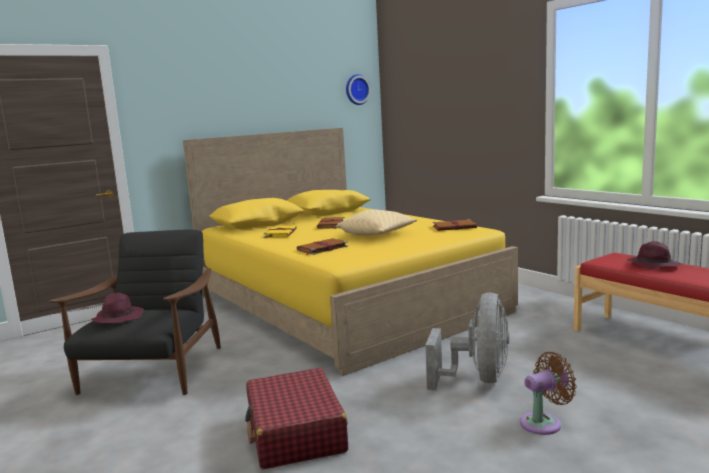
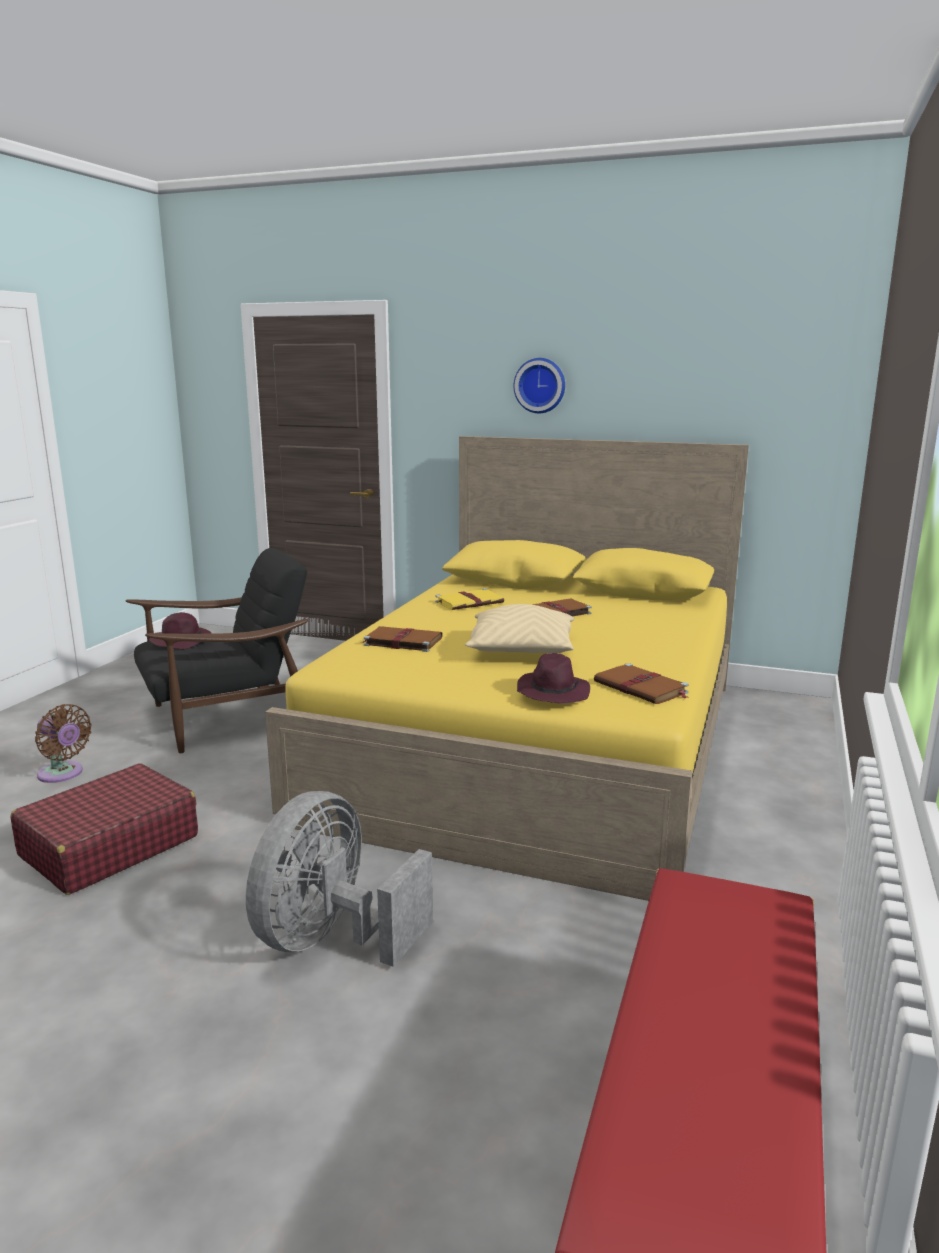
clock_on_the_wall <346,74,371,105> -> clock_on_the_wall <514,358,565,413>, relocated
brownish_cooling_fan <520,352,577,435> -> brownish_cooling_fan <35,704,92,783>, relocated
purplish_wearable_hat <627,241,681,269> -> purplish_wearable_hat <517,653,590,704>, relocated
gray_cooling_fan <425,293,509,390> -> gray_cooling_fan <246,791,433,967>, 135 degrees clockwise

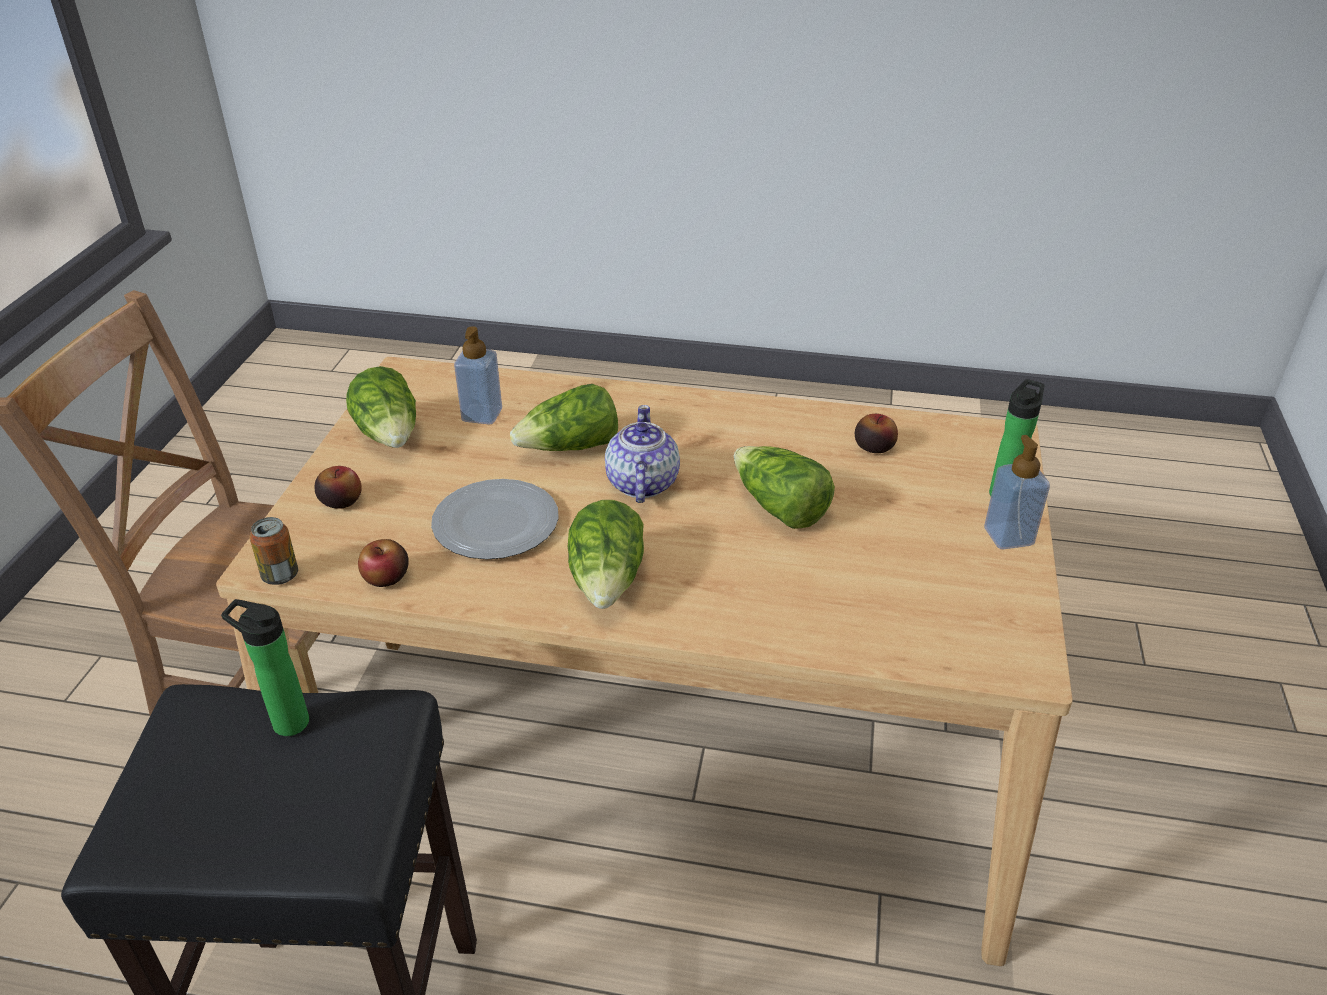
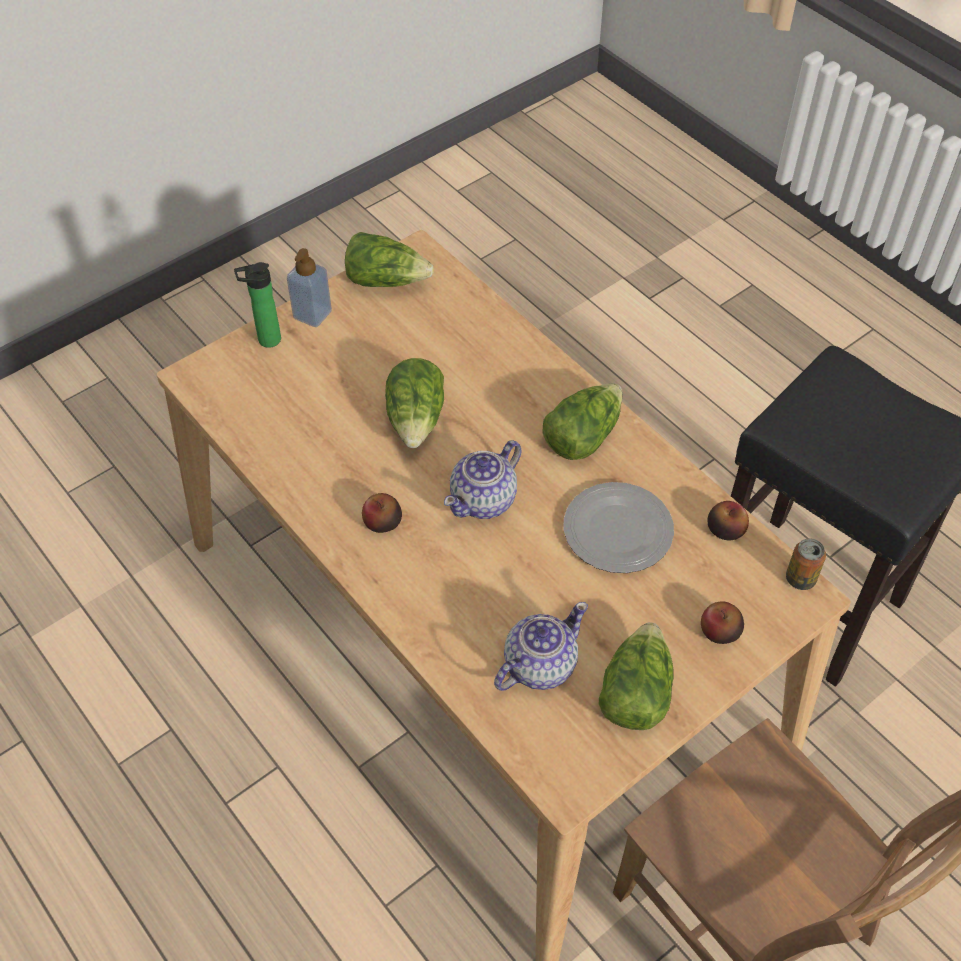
drink_bottle <221,599,309,736> -> none
head_of_lettuce <510,384,618,451> -> head_of_lettuce <345,232,434,287>, relocated
whole_apple <855,414,898,453> -> whole_apple <362,493,402,533>, relocated
soap_bottle <454,326,502,424> -> teapot <494,602,588,691>

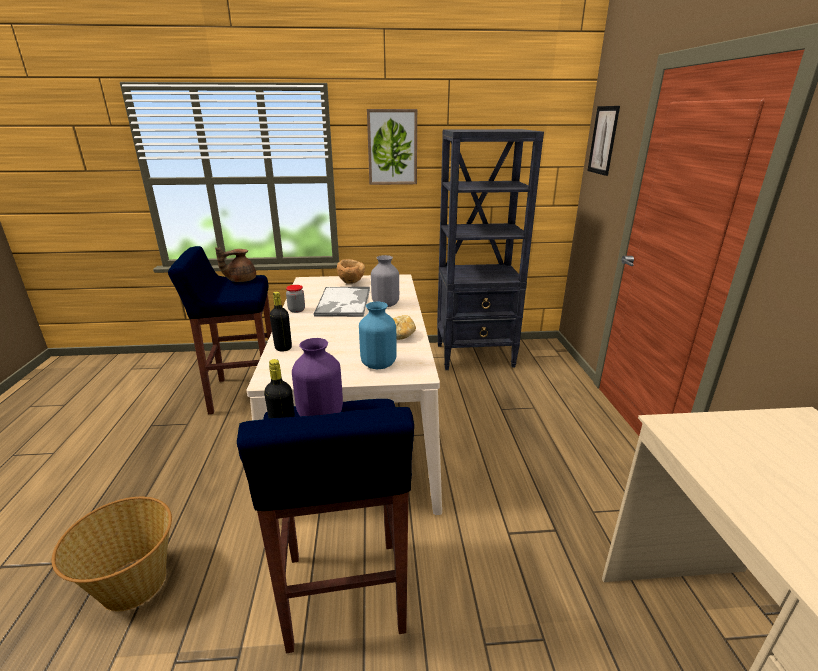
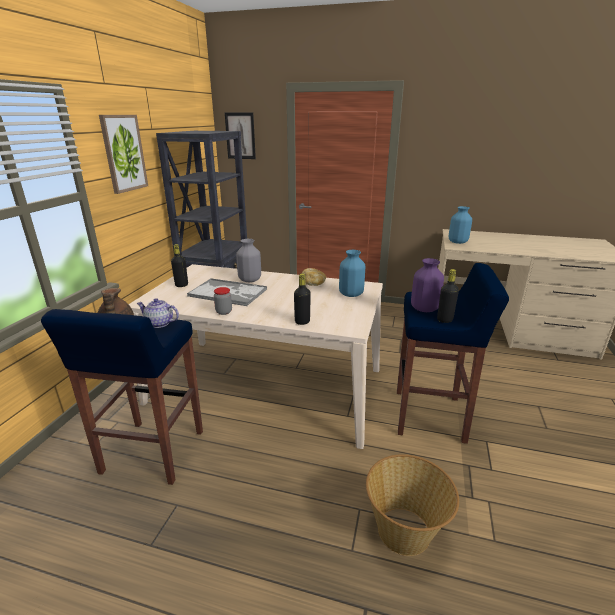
none -> teapot <137,298,179,328>
none -> bluish_decorative_vase <449,206,472,244>
brownish_bowl <337,259,365,284> -> black_drink_bottle <171,244,188,287>

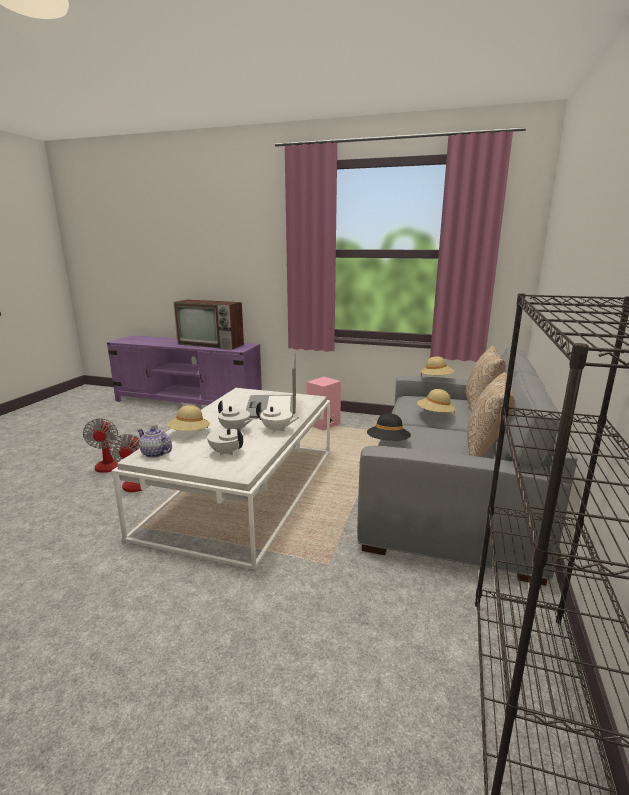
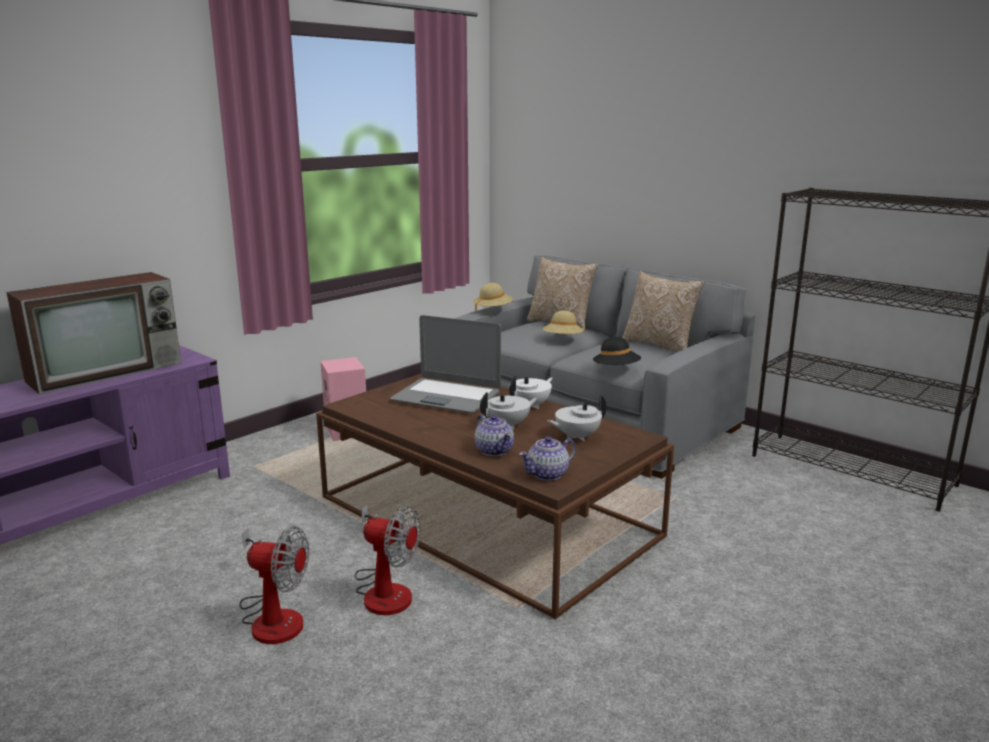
sand-coloured_wearable_hat <167,405,210,431> -> teapot <475,414,514,456>
white_low_table <112,388,330,570> -> brownish_low_table <316,374,674,620>

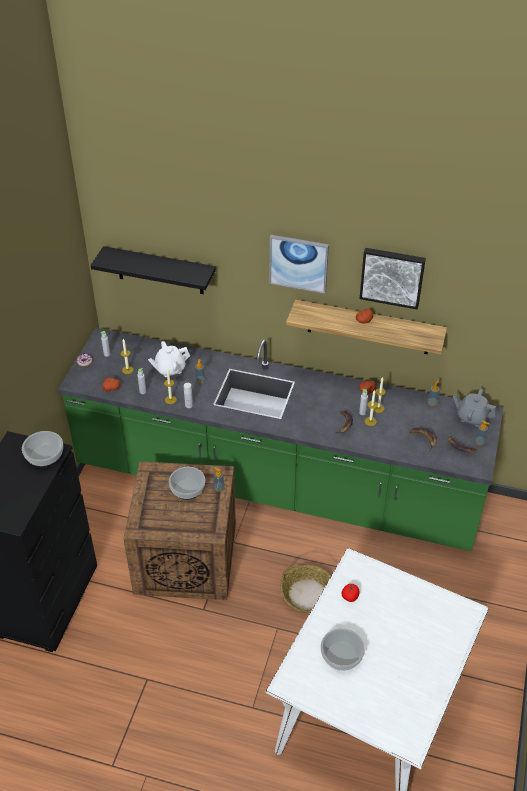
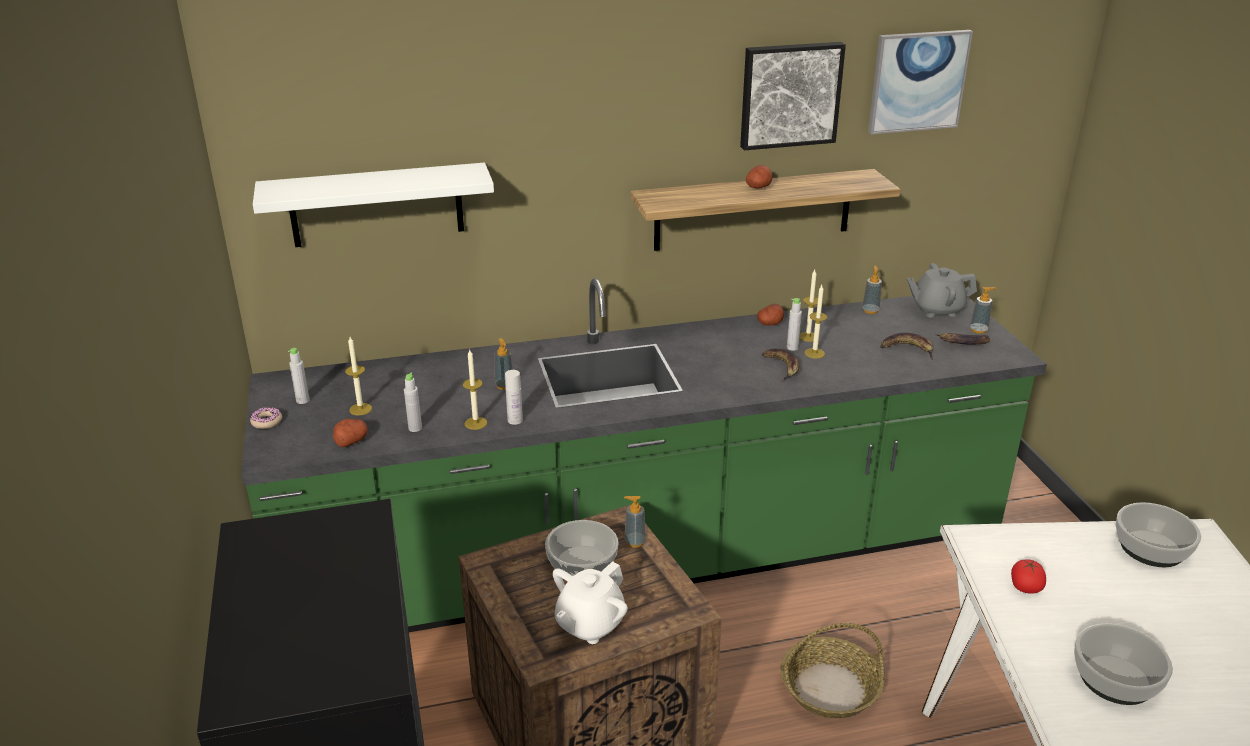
bowl <22,431,63,467> -> bowl <1116,502,1201,567>, relocated
white_teapot <148,341,190,377> -> white_teapot <553,561,628,644>, relocated
picture <269,235,329,294> -> picture <868,30,973,134>, relocated
black_wall_shelf <91,246,216,294> -> white_wall_shelf <253,163,494,247>

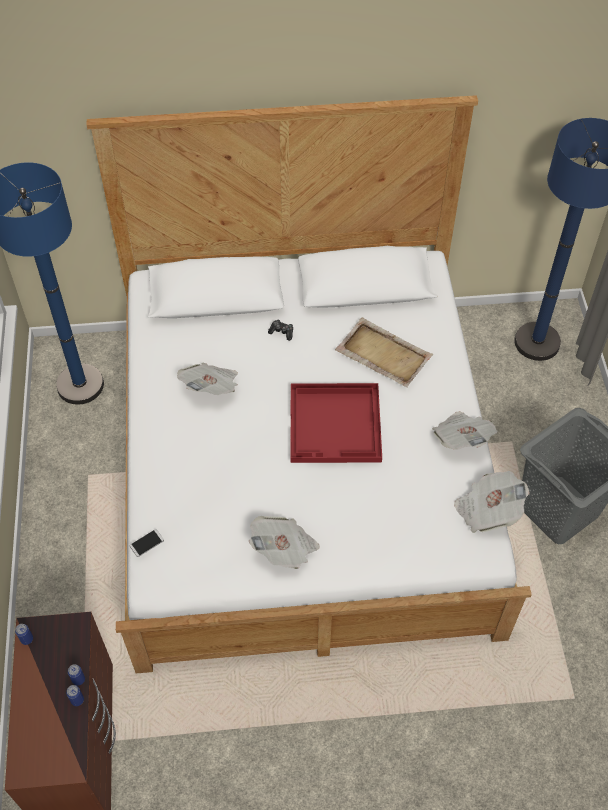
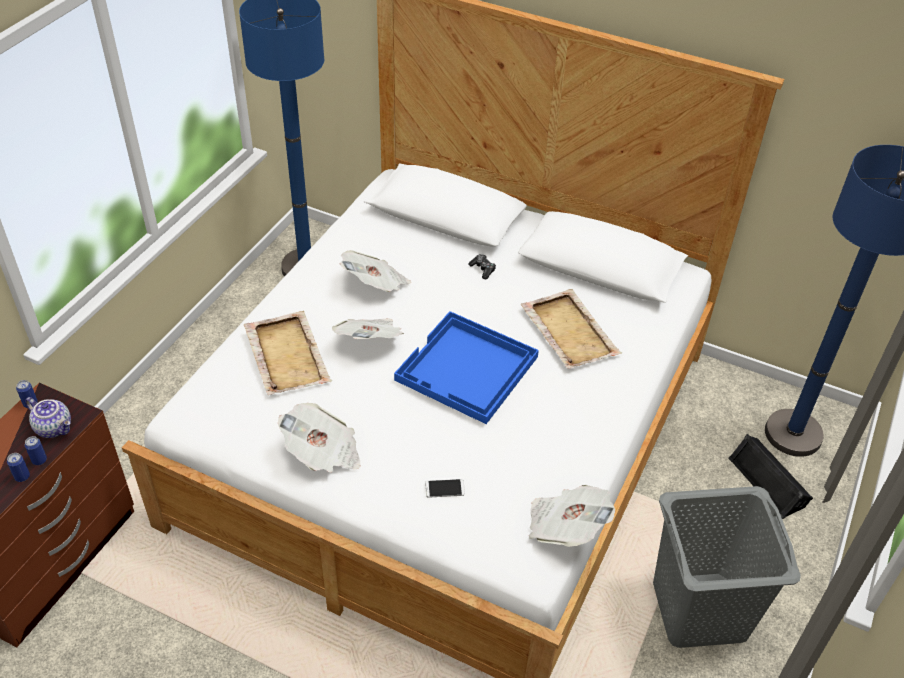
none -> teapot <25,397,71,438>
none -> sand-coloured_tray <244,311,332,395>
none -> black_speaker <728,434,813,519>
handset <130,529,164,557> -> handset <425,479,465,498>, relocated
newspaper <432,411,498,450> -> newspaper <332,318,404,339>, relocated
reddish_tray <290,383,382,463> -> bluish_tray <394,311,539,424>

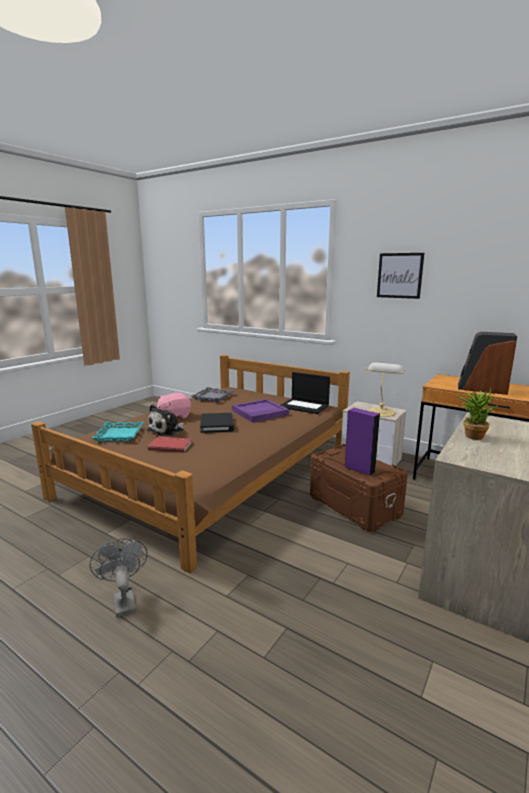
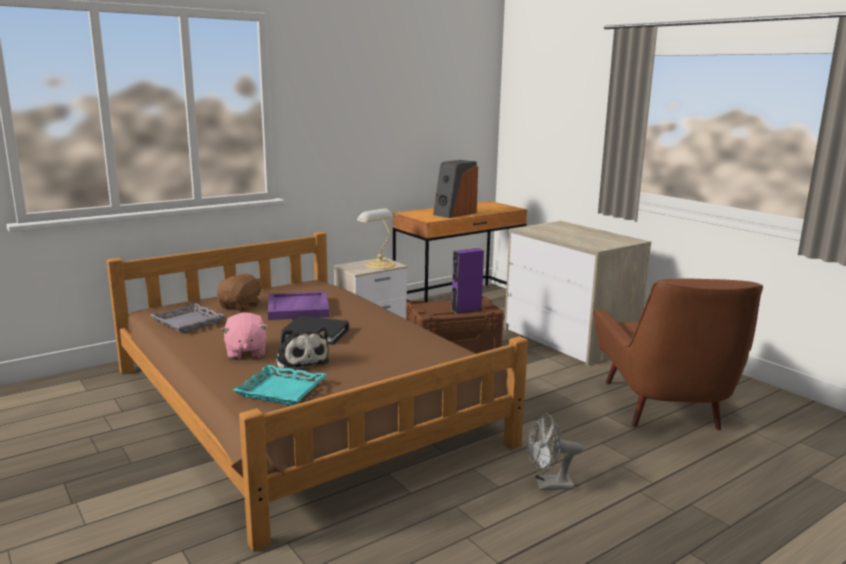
reddish_volume <148,437,192,452> -> none
laptop <281,372,330,414> -> none
picture <377,253,424,299> -> none
houseplant <456,389,498,440> -> none
none -> brownish_soft_toy <217,274,262,311>
none -> brownish_armchair <593,279,763,430>

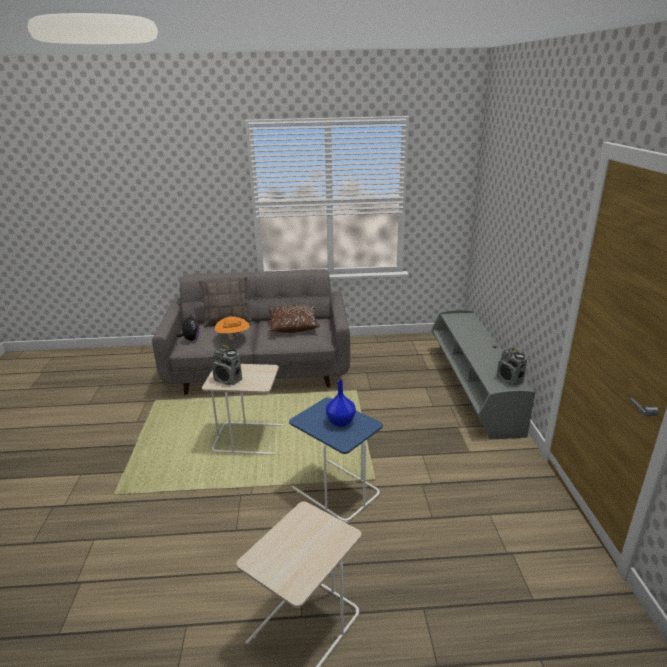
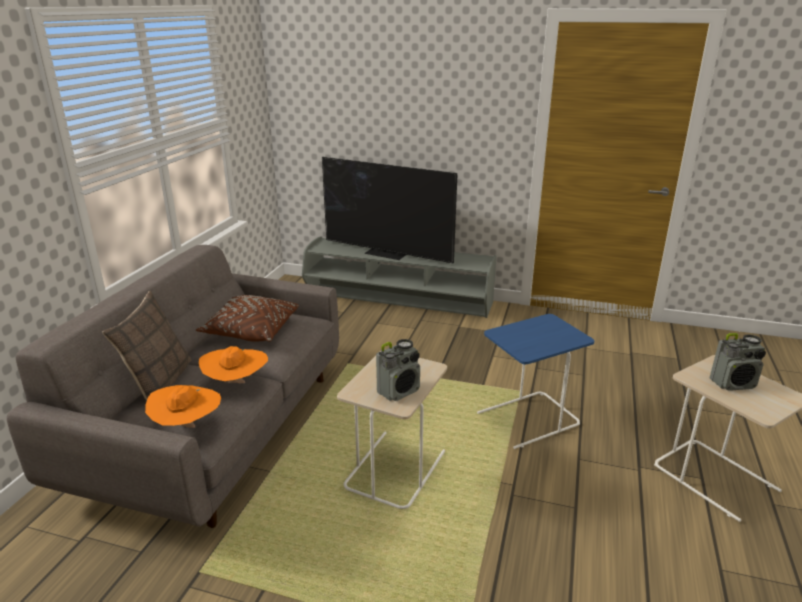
bluish_decorative_vase <326,380,356,427> -> none
none -> television <322,157,457,263>
radio_receiver <497,347,527,386> -> radio_receiver <710,333,766,391>, relocated
soft_toy <177,314,200,341> -> orangey_wearable_hat <145,385,221,428>

